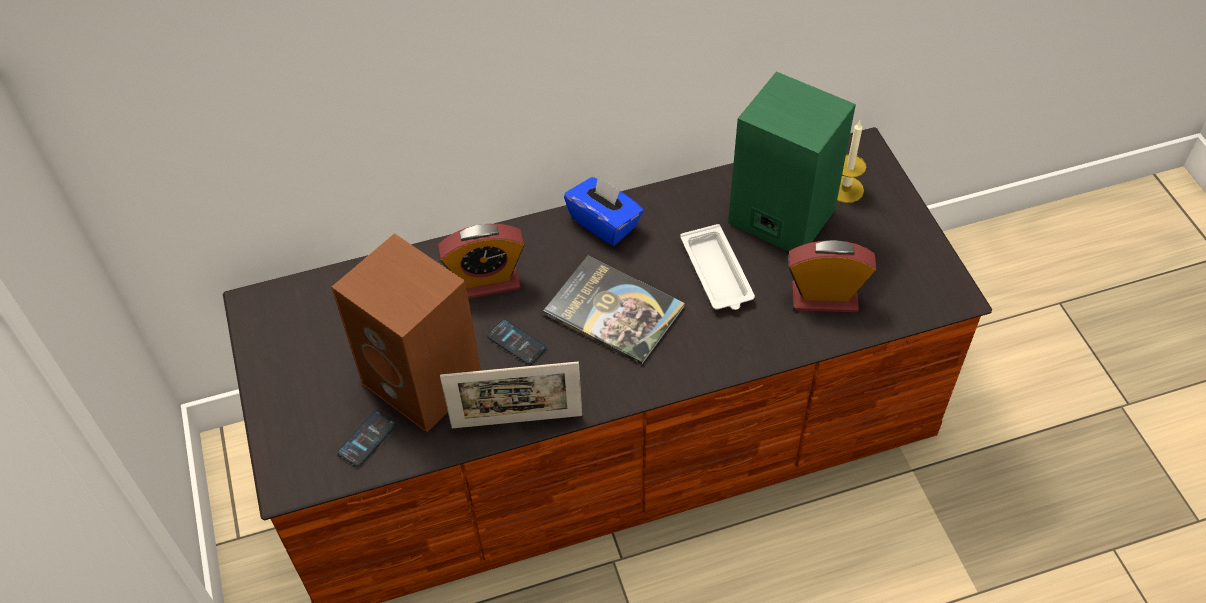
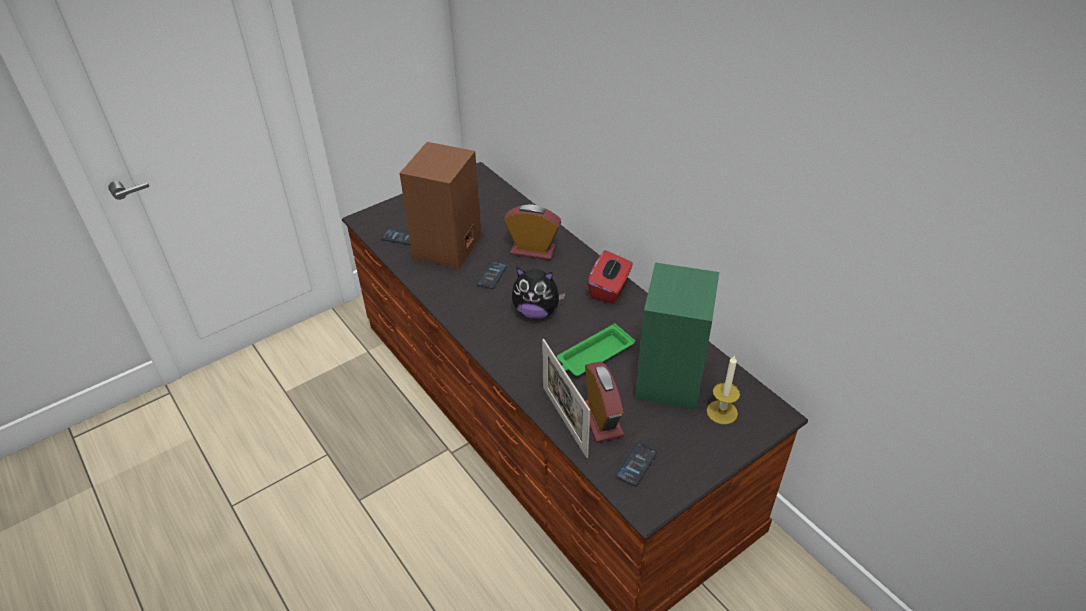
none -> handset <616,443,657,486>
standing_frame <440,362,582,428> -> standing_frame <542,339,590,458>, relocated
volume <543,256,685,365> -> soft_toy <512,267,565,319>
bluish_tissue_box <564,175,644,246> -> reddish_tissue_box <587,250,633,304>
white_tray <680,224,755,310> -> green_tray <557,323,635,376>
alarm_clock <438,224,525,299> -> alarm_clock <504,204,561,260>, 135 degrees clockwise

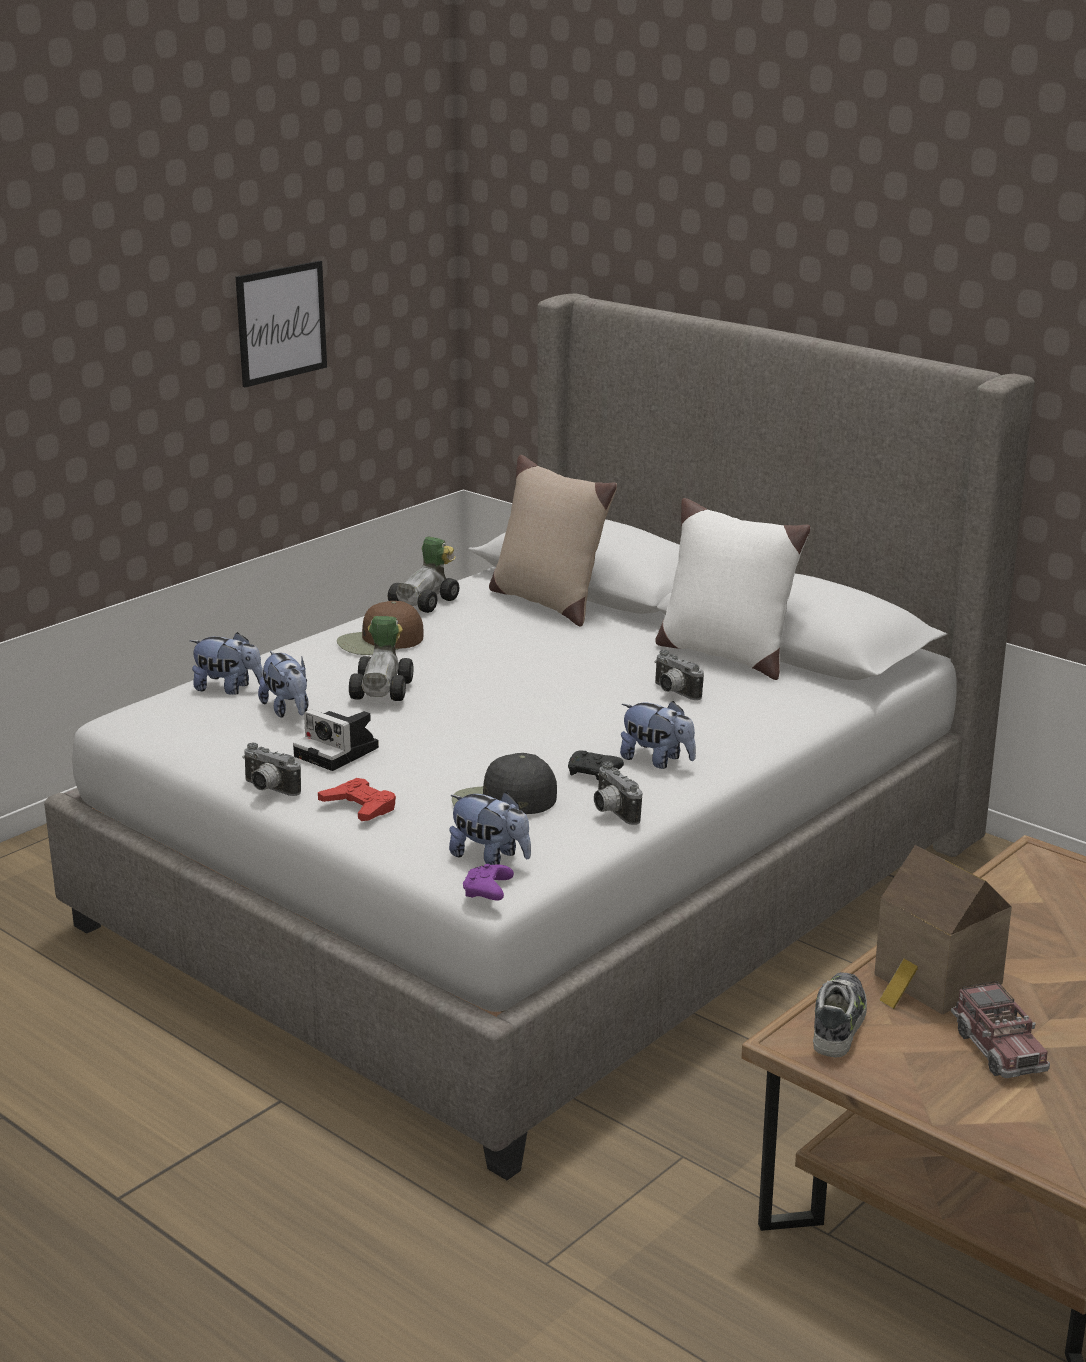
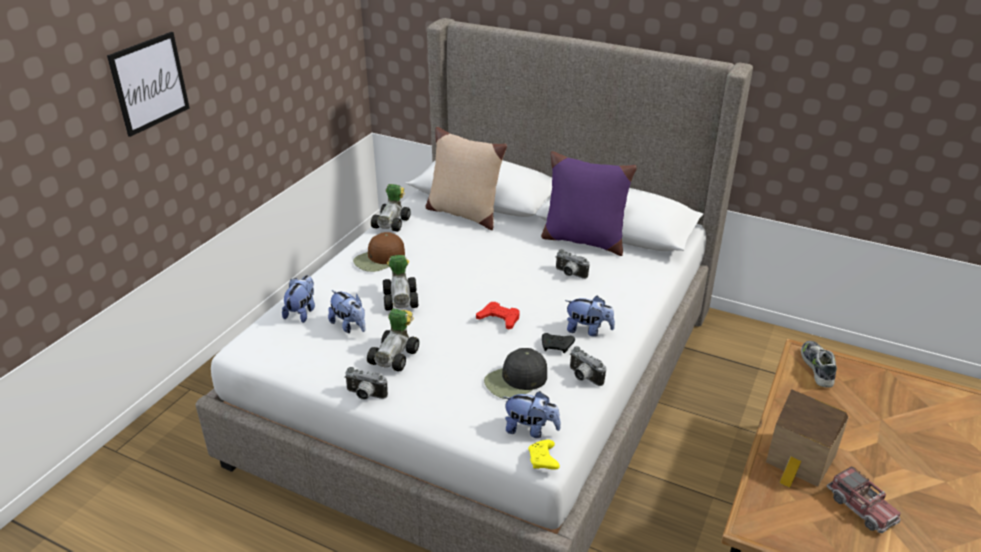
picture <236,261,327,387> -> picture <107,32,190,137>, relocated
reddish_gamepad <318,778,396,821> -> reddish_gamepad <476,302,520,329>, relocated
item_of_footwear <813,972,867,1058> -> item_of_footwear <801,341,837,388>, relocated
still_camera <293,709,379,771> -> miniature_car <367,309,419,371>
purplish_gamepad <463,864,514,901> -> yellow_gamepad <528,440,560,470>
white_throw_pillow <655,498,810,680> -> purplish_throw_pillow <541,151,636,256>
soft_toy <190,632,263,695> -> soft_toy <282,275,315,323>, 75 degrees counterclockwise

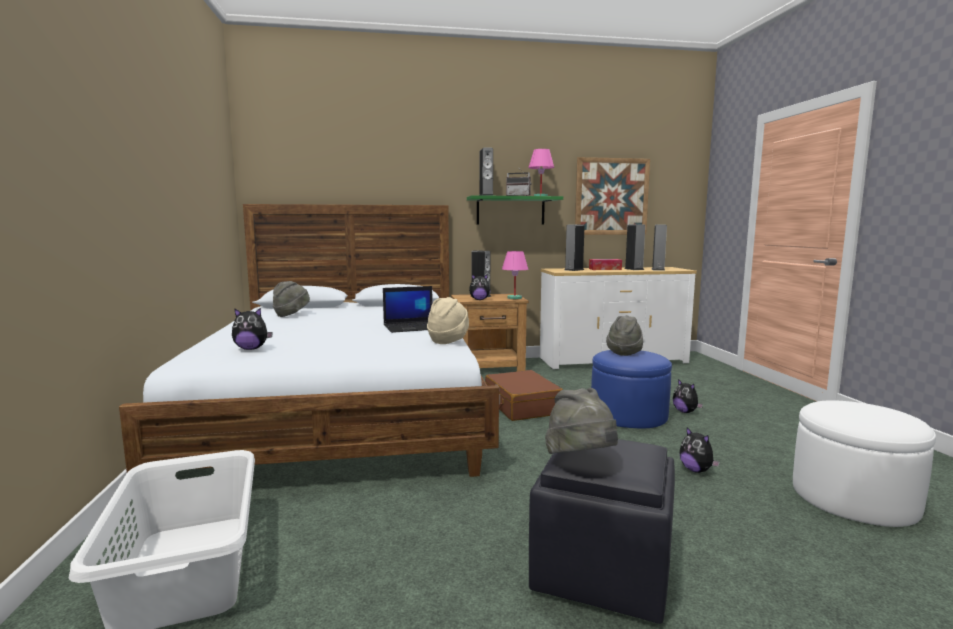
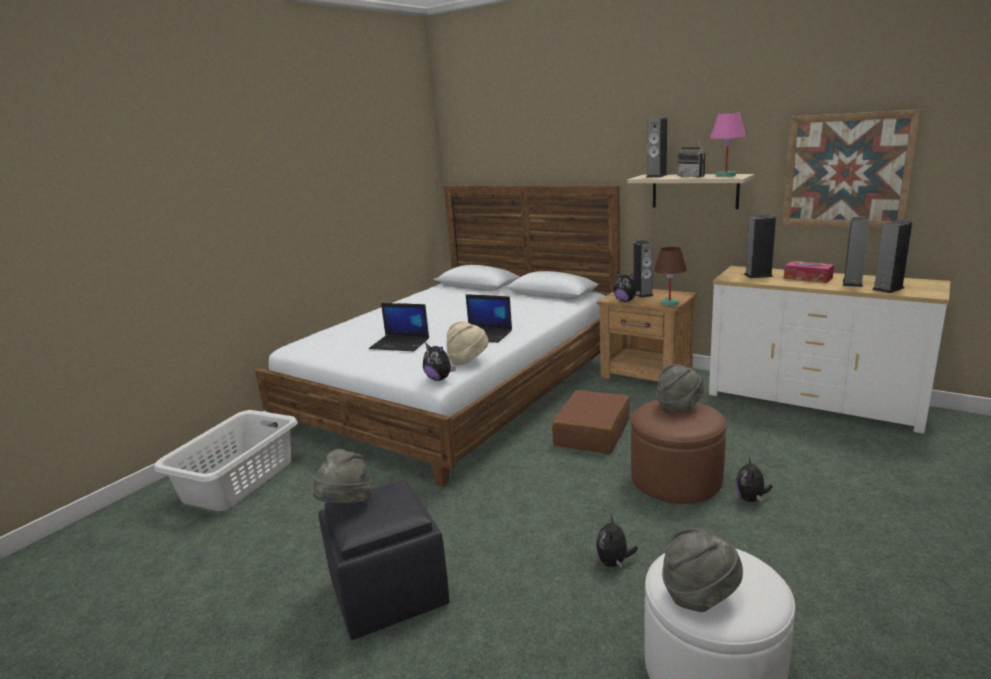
none -> laptop <369,303,429,351>
soft_toy <232,308,273,350> -> soft_toy <423,343,456,381>, relocated
gray_wearable_hat <273,281,310,317> -> gray_wearable_hat <662,527,743,612>, relocated
green_wall_shelf <467,195,563,225> -> sand-coloured_wall_shelf <628,174,754,209>
pink-coloured_table_lamp <502,251,528,299> -> brownish_table_lamp <654,247,687,306>
bluish_footrest <591,350,672,428> -> brownish_footrest <631,400,727,504>

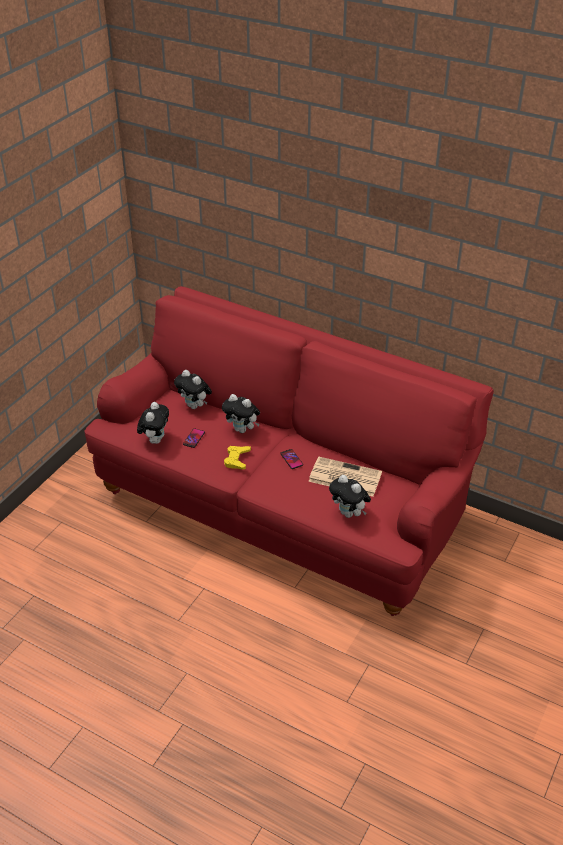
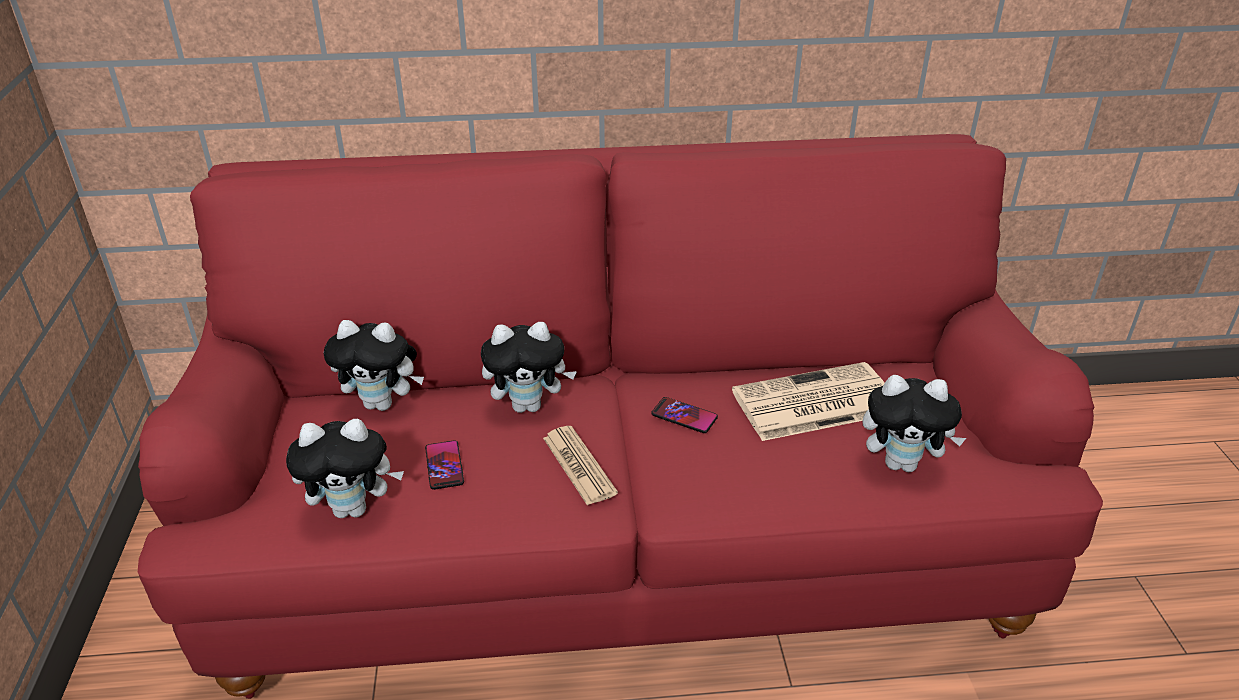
yellow_gamepad <224,446,251,470> -> newspaper <543,426,618,505>
soft_toy <137,402,169,444> -> soft_toy <286,419,404,518>, 105 degrees clockwise

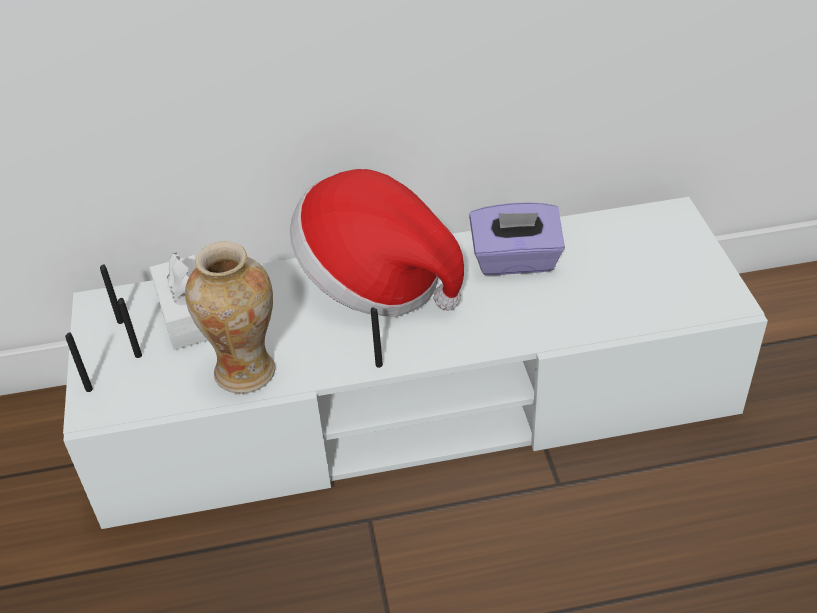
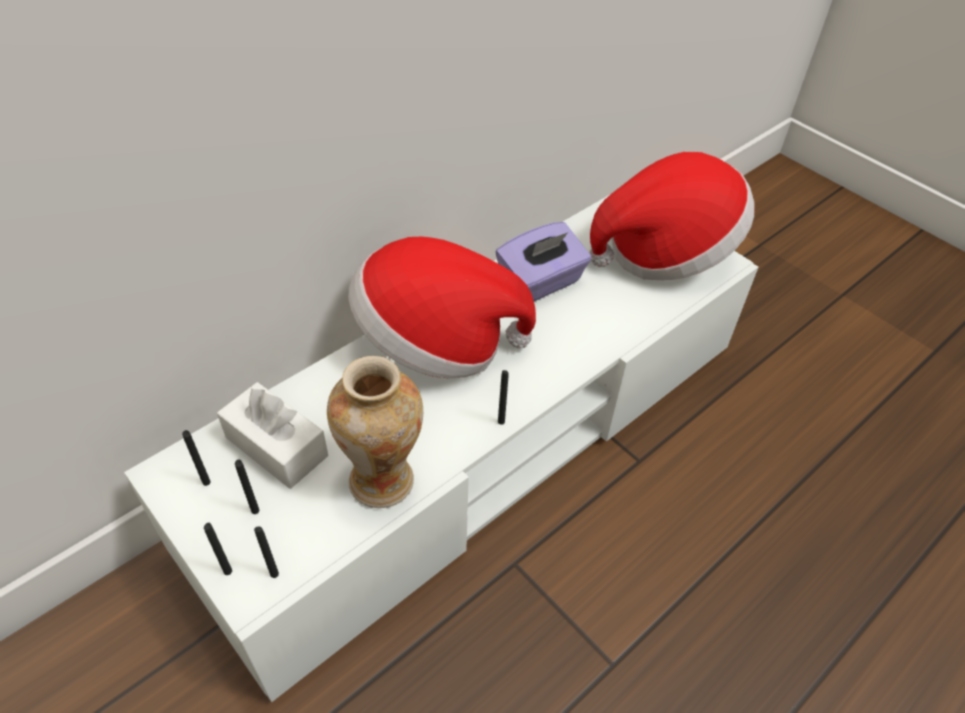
none -> black_candle <254,526,279,578>
none -> wearable_hat <590,152,755,280>

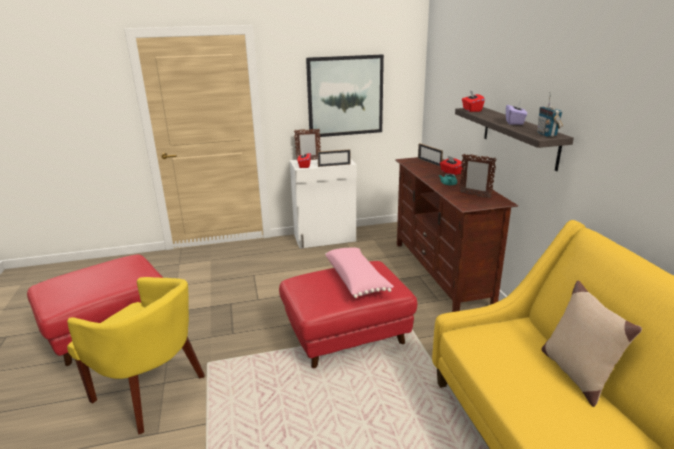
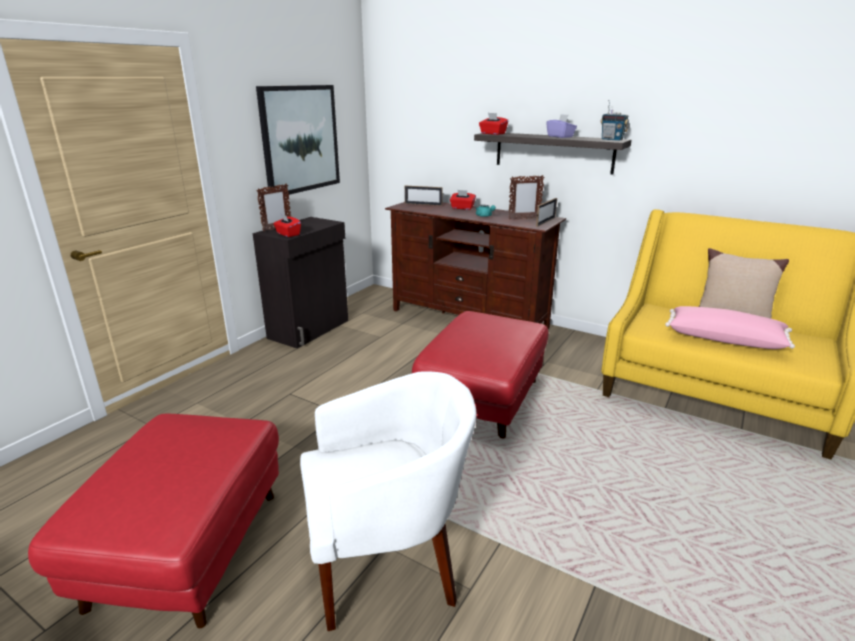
standing_frame <317,149,350,167> -> standing_frame <536,198,557,227>, relocated
pink-coloured_throw_pillow <325,248,394,298> -> pink-coloured_throw_pillow <665,306,795,349>, relocated
yellow_armchair <67,277,204,435> -> white_armchair <300,371,477,631>
white_storage_cabinet <290,158,357,249> -> black_storage_cabinet <253,217,348,348>

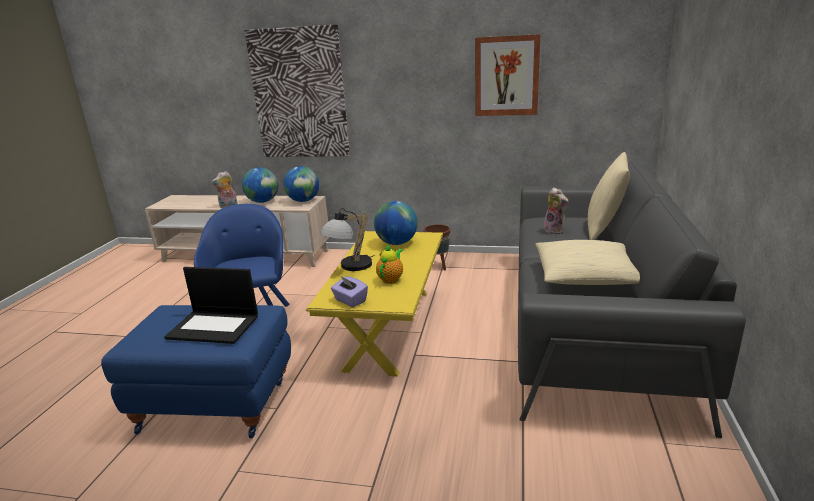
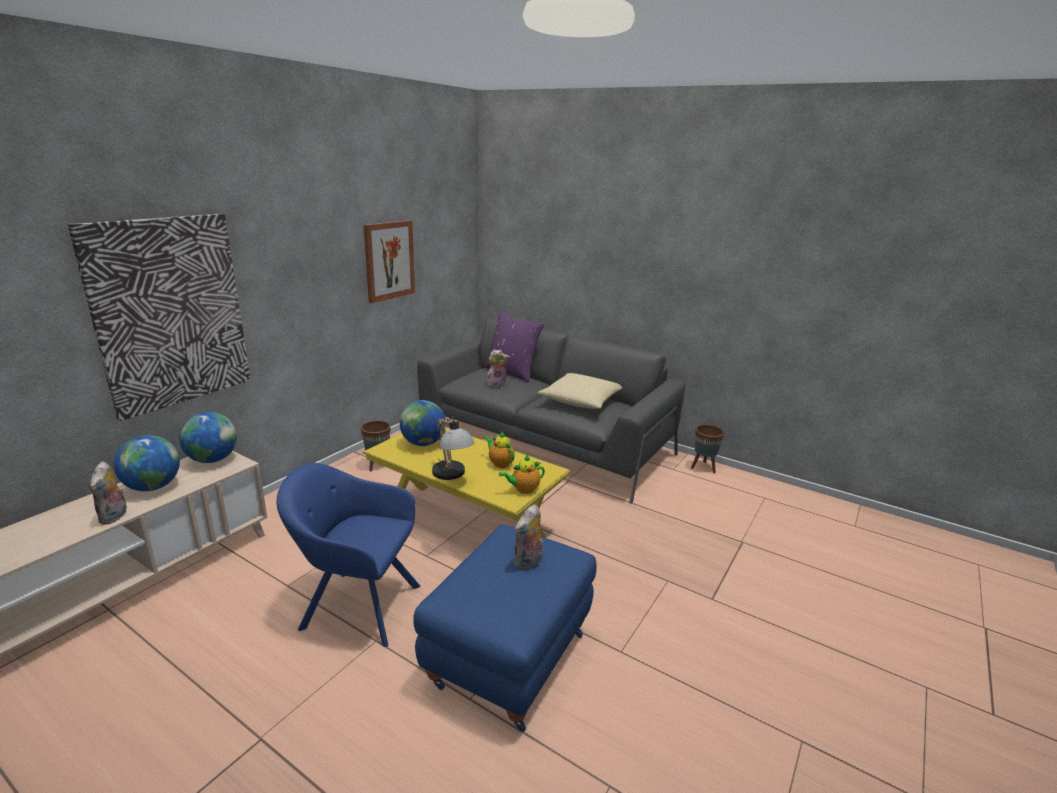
none -> brownish_flower_pot <691,425,724,473>
laptop <164,267,258,344> -> soft_toy <514,504,543,570>
purplish_tissue_box <331,276,368,307> -> teapot <499,455,545,494>
sand-coloured_throw_pillow <588,152,630,240> -> purplish_throw_pillow <484,311,544,382>

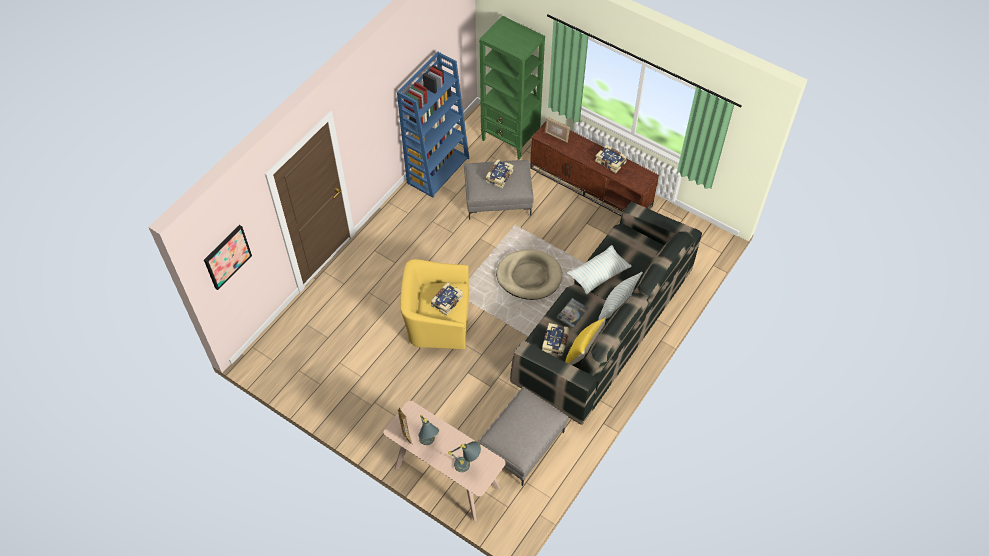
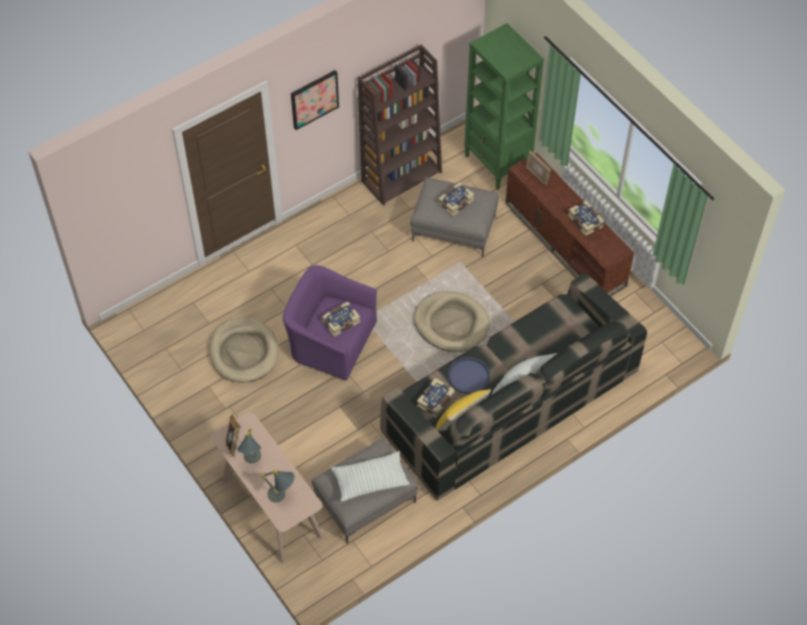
none -> sand-coloured_pet_bed <209,317,279,383>
picture <204,225,252,290> -> picture <291,70,339,130>, relocated
throw_pillow <567,245,632,294> -> throw_pillow <331,451,409,502>, relocated
volume <556,298,589,328> -> bluish_tray <447,357,490,394>
bluish_bookcase <397,51,469,198> -> brownish_bookcase <358,44,442,206>
yellow_armchair <400,259,469,350> -> purplish_armchair <283,265,377,380>

